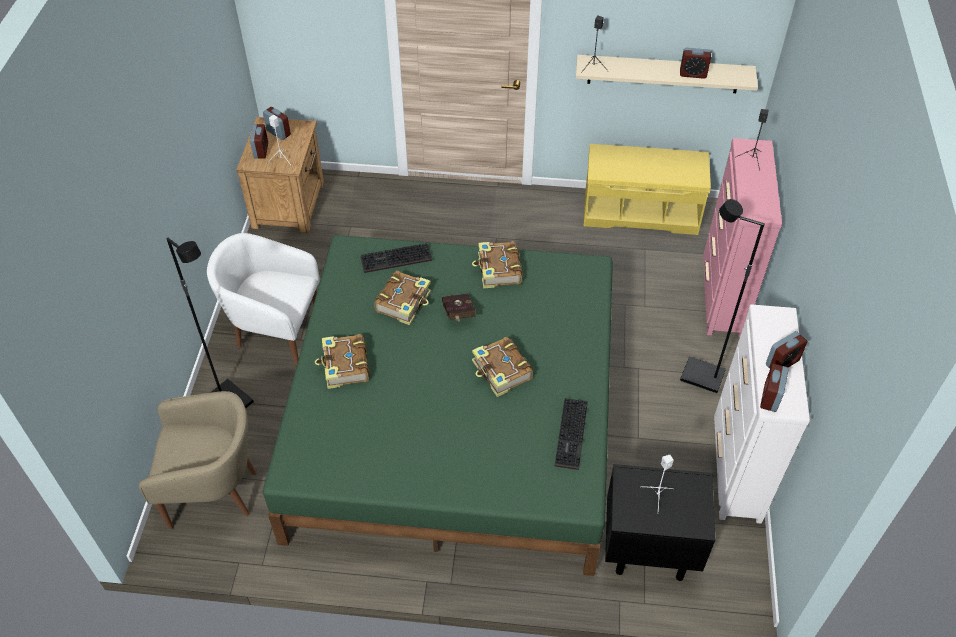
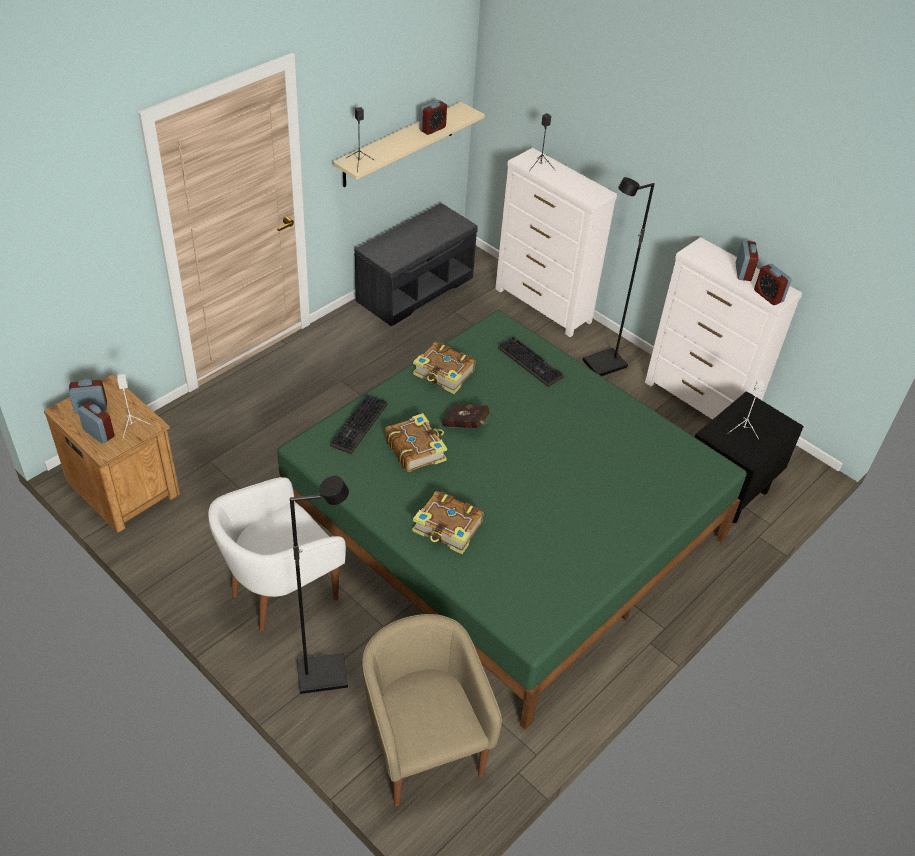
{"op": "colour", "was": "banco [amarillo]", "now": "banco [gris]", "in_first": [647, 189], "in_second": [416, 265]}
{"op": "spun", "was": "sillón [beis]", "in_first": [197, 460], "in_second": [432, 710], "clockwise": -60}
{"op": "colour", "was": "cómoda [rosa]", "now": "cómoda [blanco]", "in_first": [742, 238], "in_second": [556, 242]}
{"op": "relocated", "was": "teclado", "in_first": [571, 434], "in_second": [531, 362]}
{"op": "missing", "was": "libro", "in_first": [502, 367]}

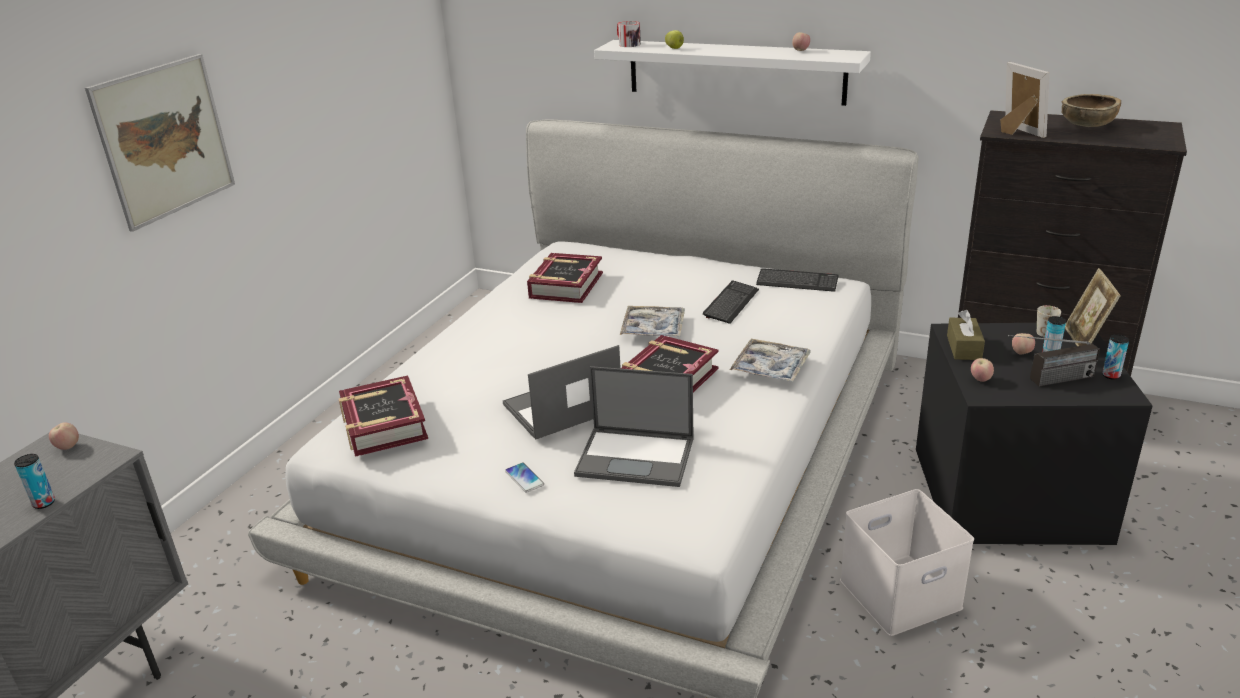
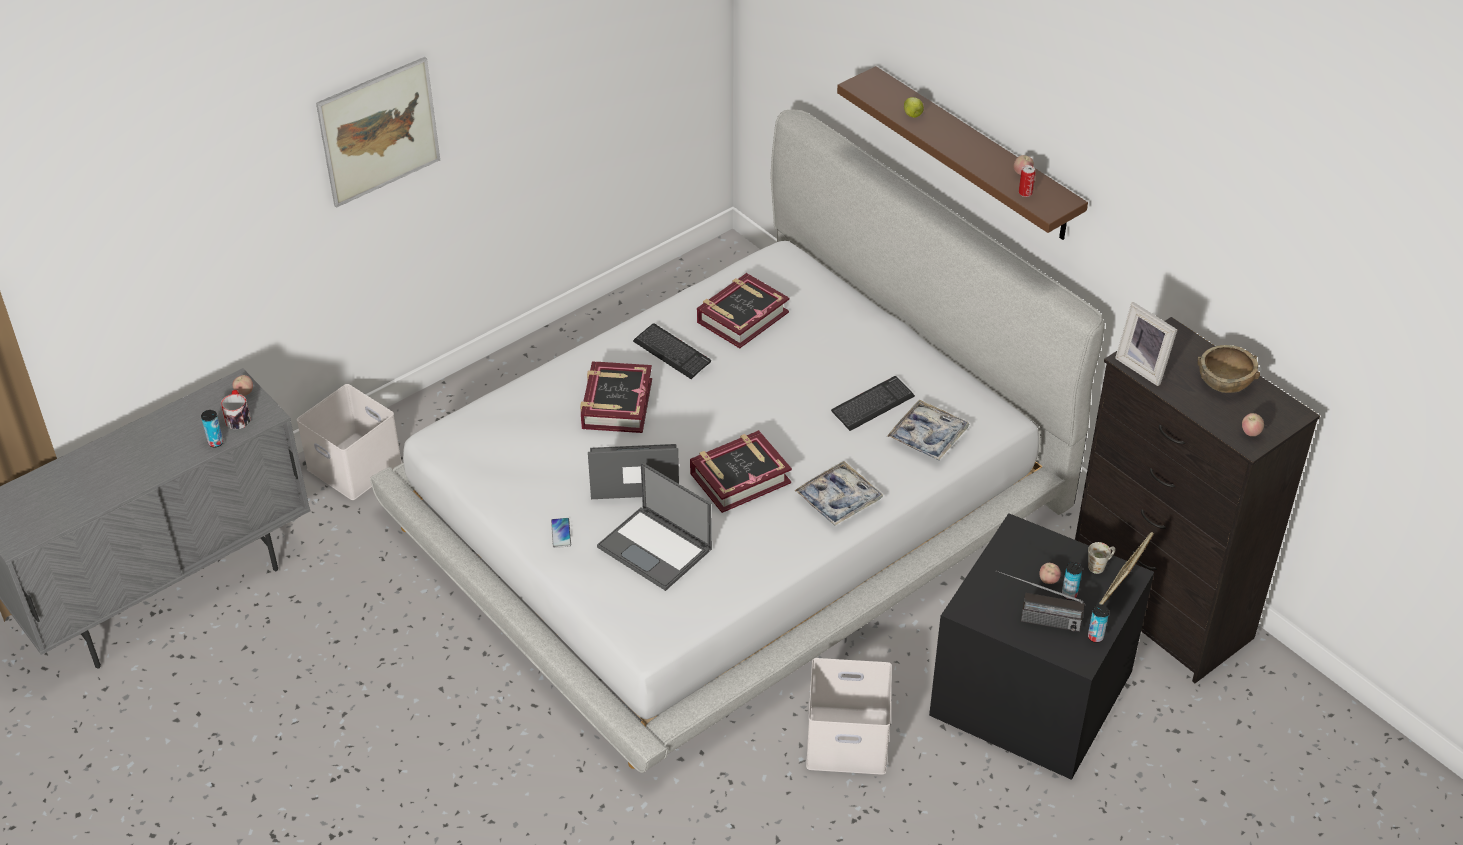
{"op": "relocated", "was": "taza grande", "in_first": [629, 34], "in_second": [236, 409]}
{"op": "appeared", "now": "caja de almacenaje [blanco]", "in_second": [349, 442]}
{"op": "relocated", "was": "libro", "in_first": [383, 416], "in_second": [616, 397]}
{"op": "relocated", "was": "teclado", "in_first": [797, 280], "in_second": [672, 351]}
{"op": "colour", "was": "estante [blanco]", "now": "estante [marrón]", "in_first": [732, 73], "in_second": [962, 153]}
{"op": "relocated", "was": "bandeja", "in_first": [652, 321], "in_second": [928, 430]}
{"op": "appeared", "now": "lata", "in_second": [1027, 181]}
{"op": "spun", "was": "portarretratos", "in_first": [1025, 100], "in_second": [1146, 344], "clockwise": 135}
{"op": "relocated", "was": "manzana", "in_first": [982, 370], "in_second": [1253, 424]}
{"op": "missing", "was": "caja de pañuelos [marrón]", "in_first": [966, 335]}

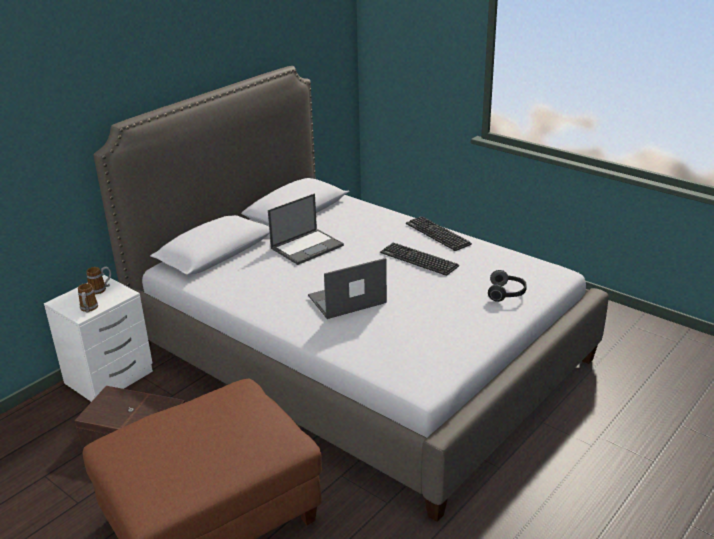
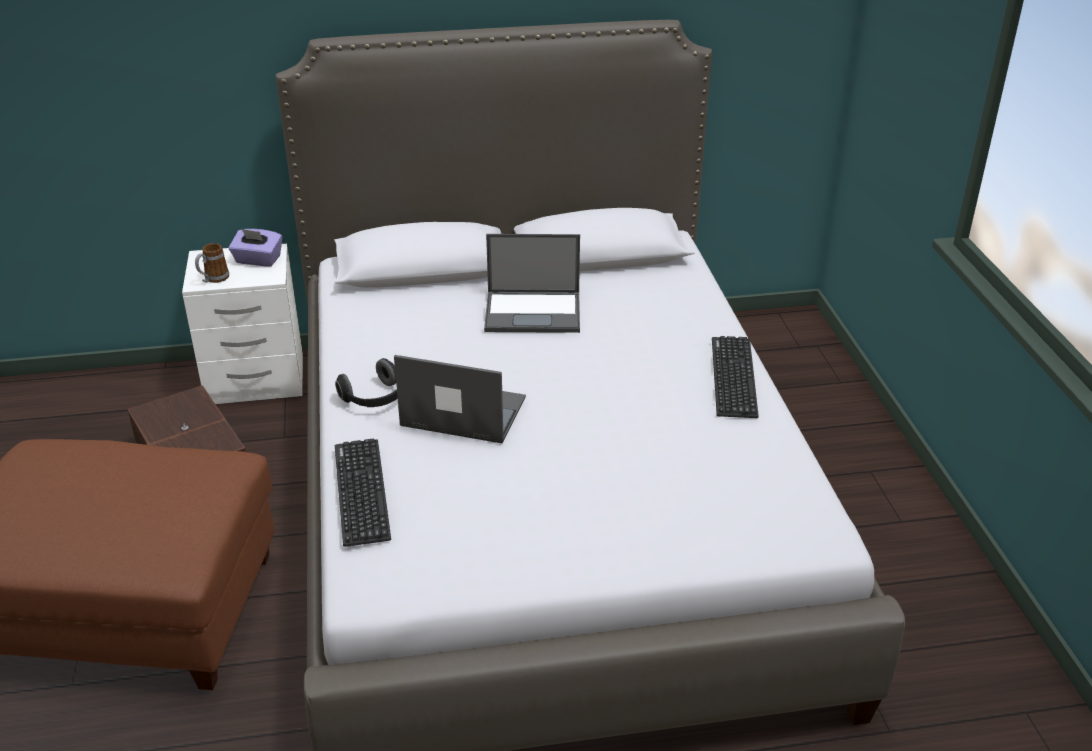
{"op": "exchanged", "was": "taza grande", "now": "caja de pañuelos [morado]", "in_first": [99, 280], "in_second": [255, 248]}
{"op": "relocated", "was": "auriculares", "in_first": [507, 286], "in_second": [366, 382]}
{"op": "relocated", "was": "teclado", "in_first": [419, 259], "in_second": [363, 493]}

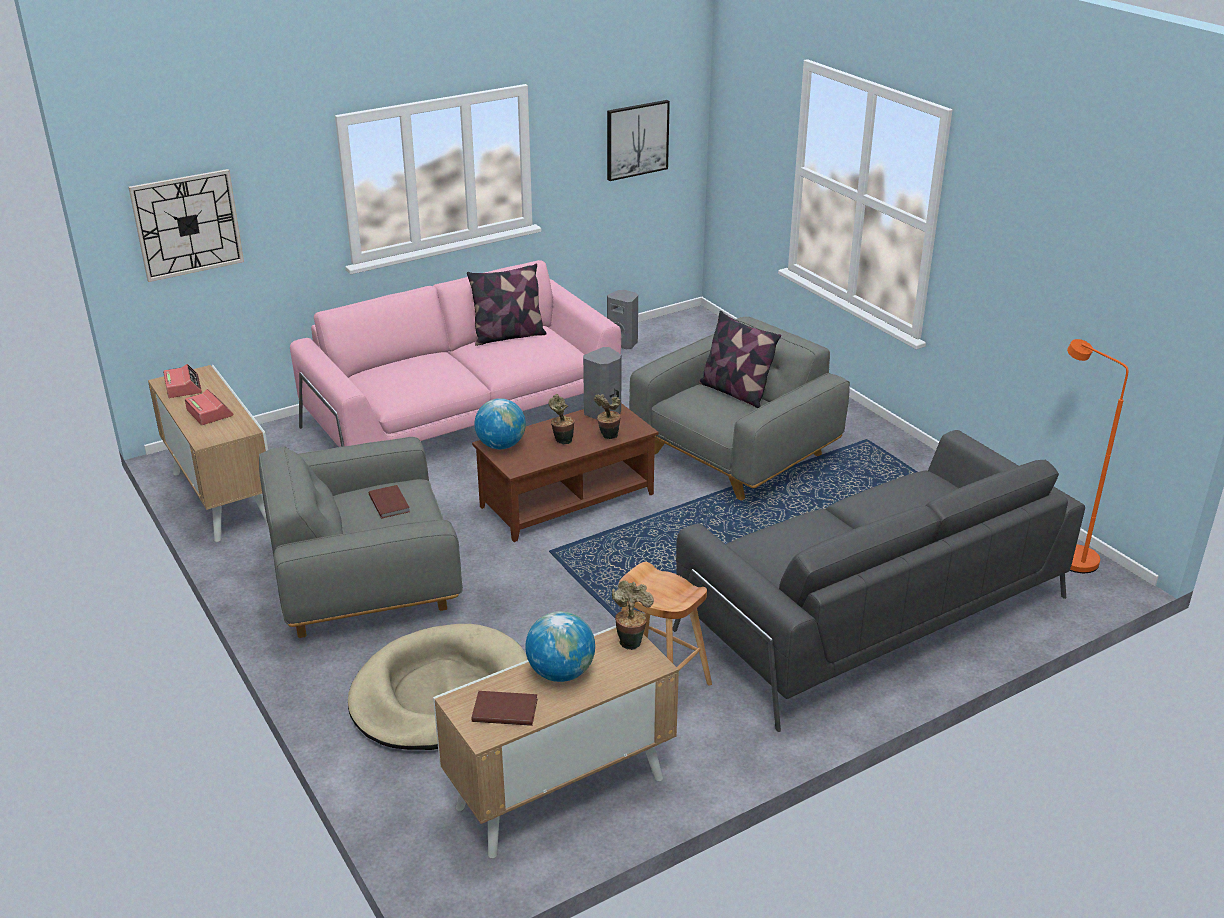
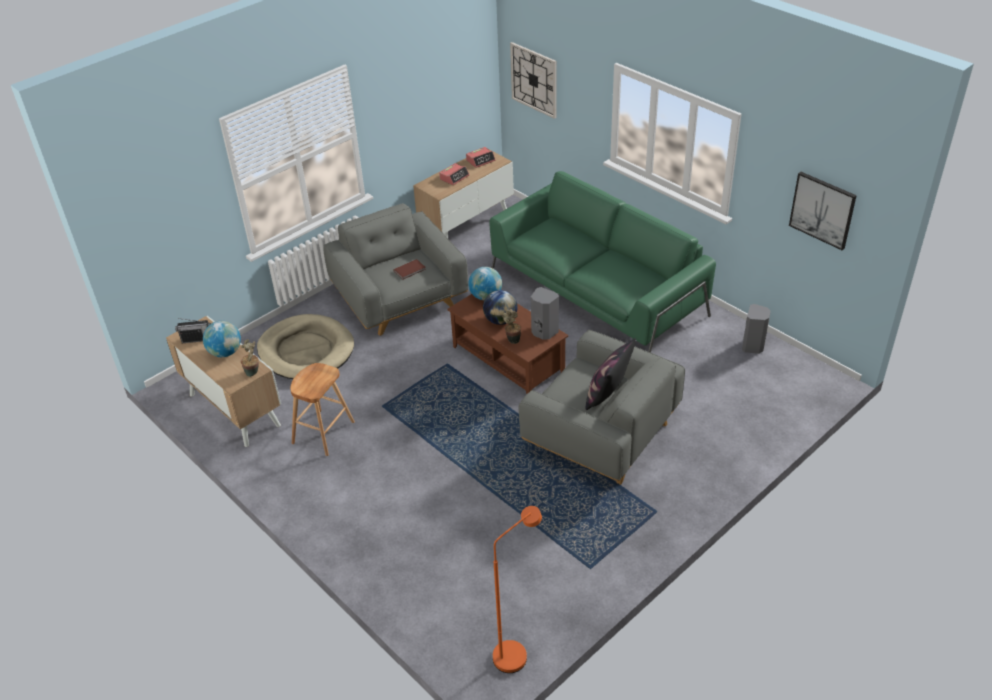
{"op": "exchanged", "was": "libro [marrón]", "now": "radio", "in_first": [505, 708], "in_second": [193, 330]}
{"op": "exchanged", "was": "planta en maceta", "now": "globo terráqueo", "in_first": [562, 419], "in_second": [500, 307]}
{"op": "colour", "was": "sofá [rosa]", "now": "sofá [verde]", "in_first": [455, 353], "in_second": [603, 262]}
{"op": "missing", "was": "cojín", "in_first": [507, 304]}
{"op": "missing", "was": "sofá [gris]", "in_first": [879, 581]}

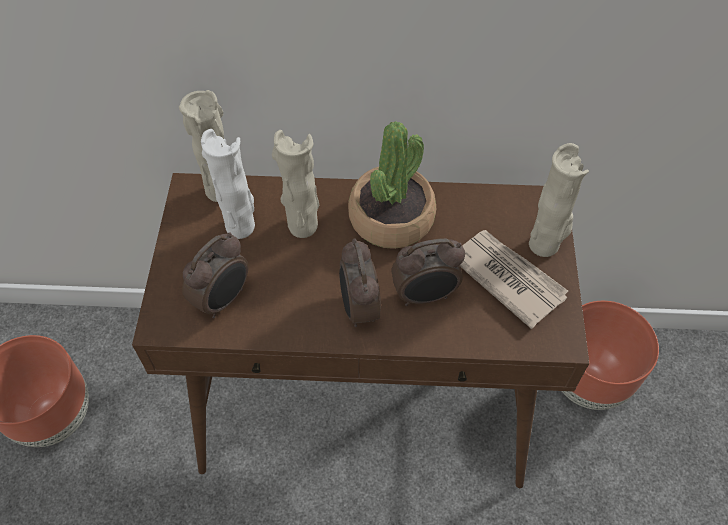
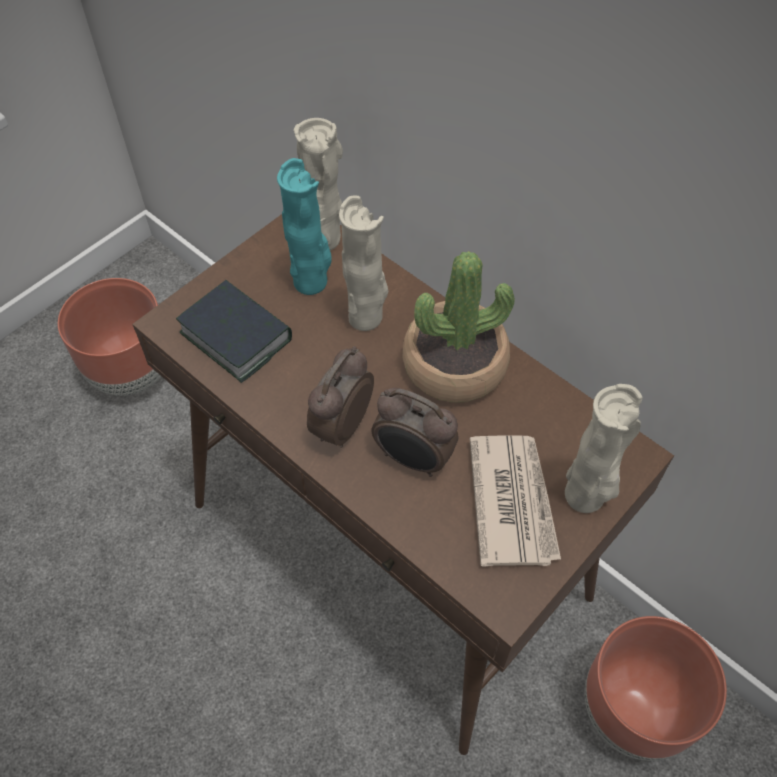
{"op": "exchanged", "was": "despertador", "now": "libro", "in_first": [215, 275], "in_second": [234, 331]}
{"op": "colour", "was": "florero [blanco]", "now": "florero [turquesa]", "in_first": [228, 184], "in_second": [304, 226]}

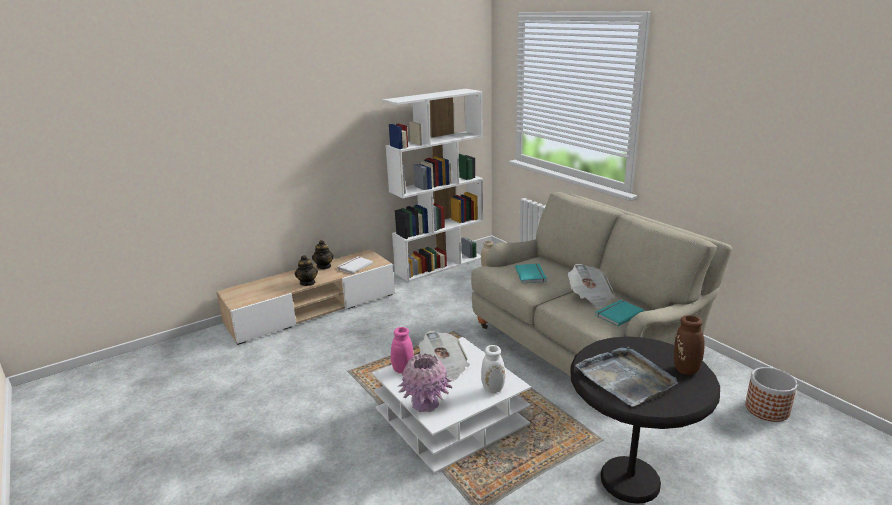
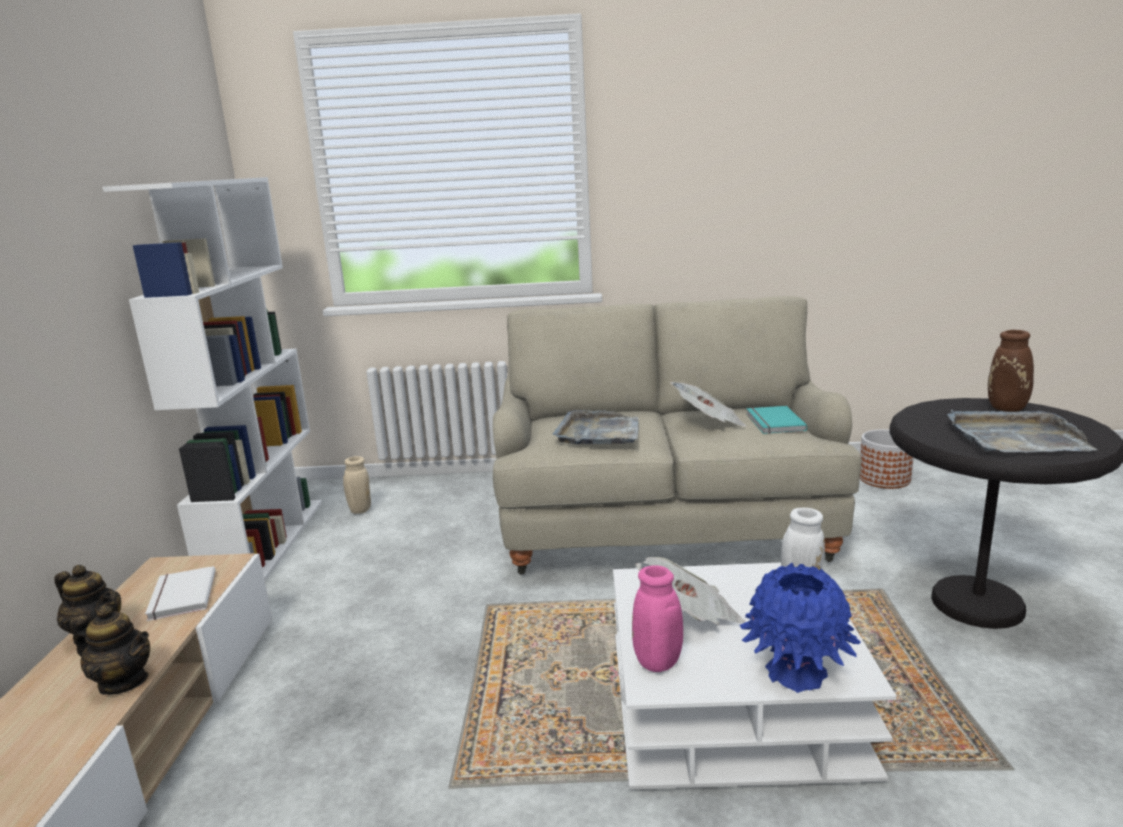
{"op": "exchanged", "was": "libro [turquesa]", "now": "bandeja [gris]", "in_first": [531, 273], "in_second": [595, 427]}
{"op": "colour", "was": "florero [rosa]", "now": "florero [azul]", "in_first": [425, 382], "in_second": [800, 628]}

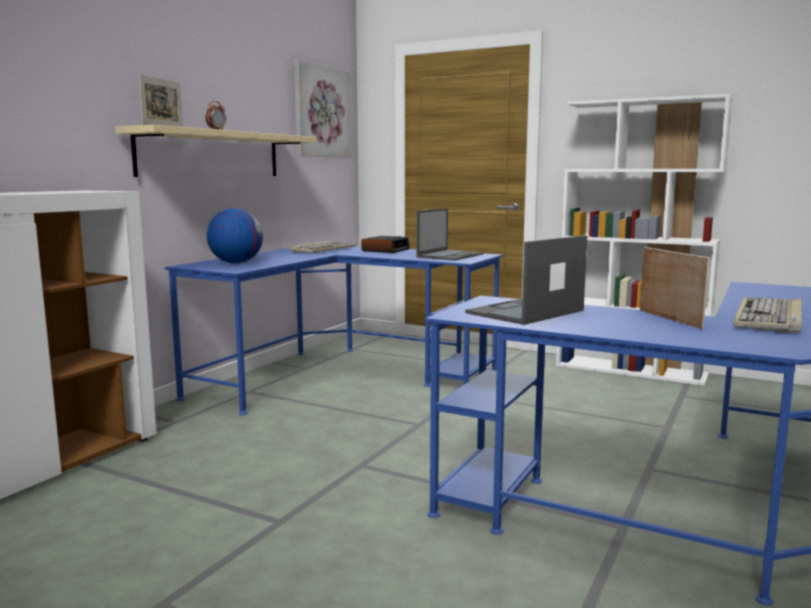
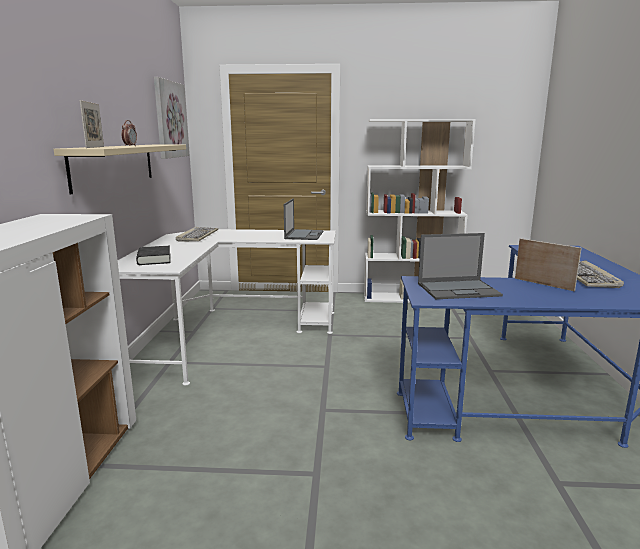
{"op": "colour", "was": "escritorio [azul]", "now": "escritorio [blanco]", "in_first": [334, 330], "in_second": [227, 307]}
{"op": "exchanged", "was": "globo terráqueo", "now": "libro [negro]", "in_first": [235, 235], "in_second": [153, 255]}
{"op": "spun", "was": "portátil", "in_first": [526, 280], "in_second": [460, 266], "clockwise": -120}
{"op": "missing", "was": "despertador", "in_first": [385, 244]}

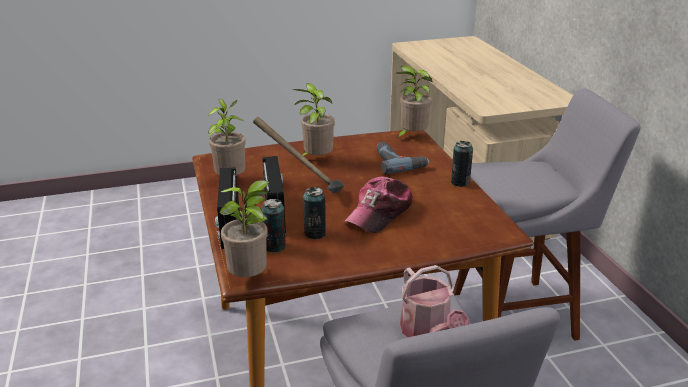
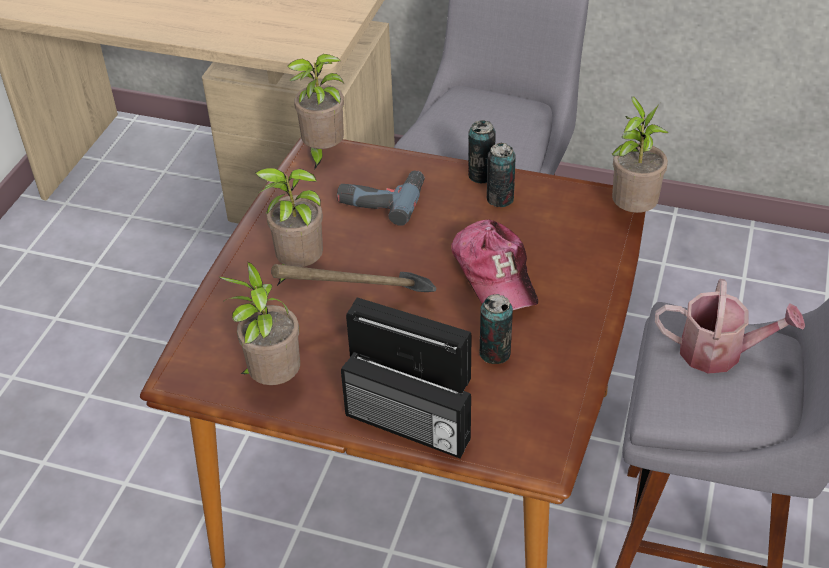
{"op": "relocated", "was": "lata", "in_first": [273, 226], "in_second": [501, 175]}
{"op": "relocated", "was": "planta en maceta", "in_first": [245, 228], "in_second": [640, 154]}

